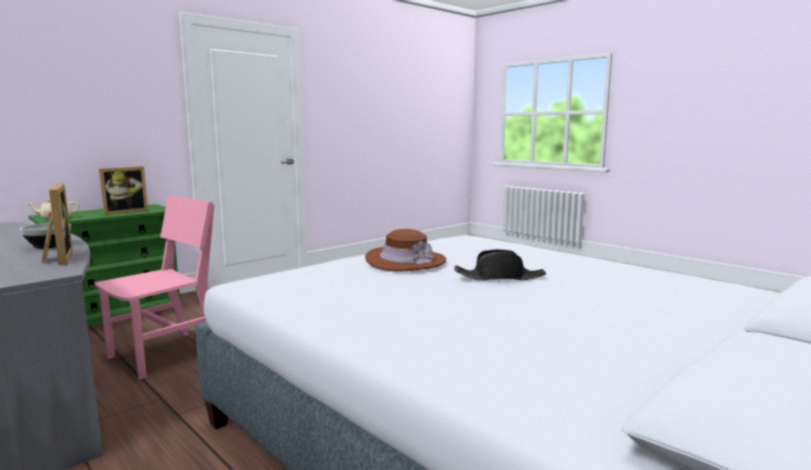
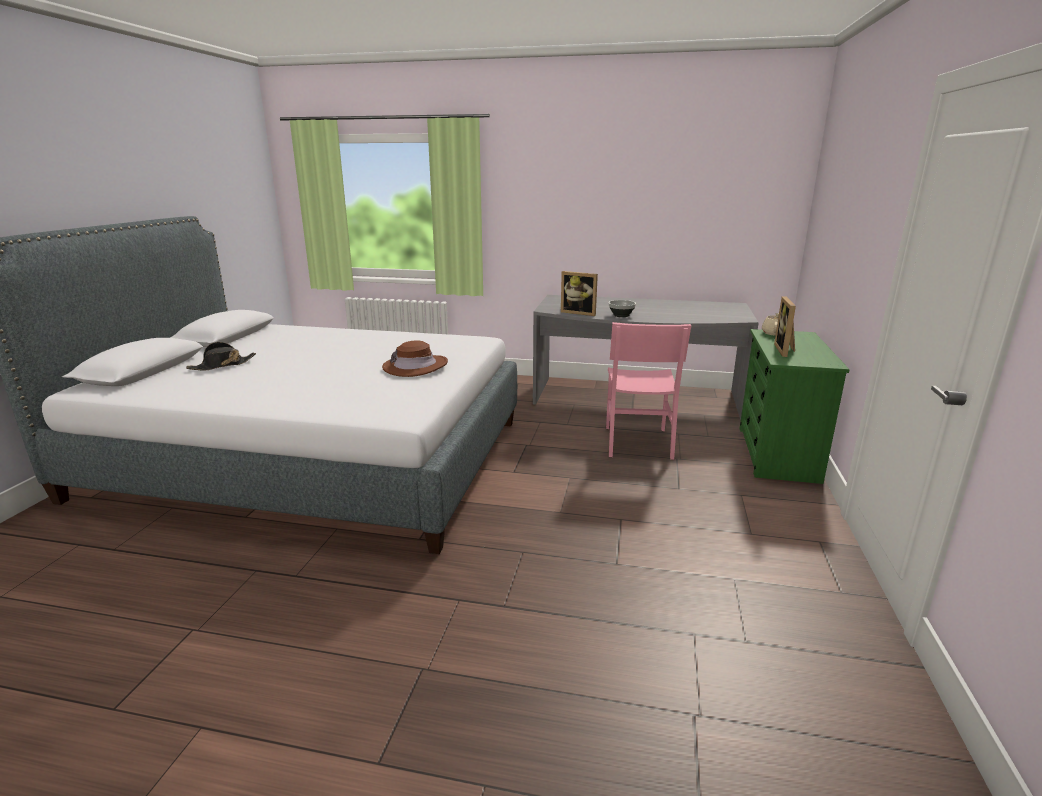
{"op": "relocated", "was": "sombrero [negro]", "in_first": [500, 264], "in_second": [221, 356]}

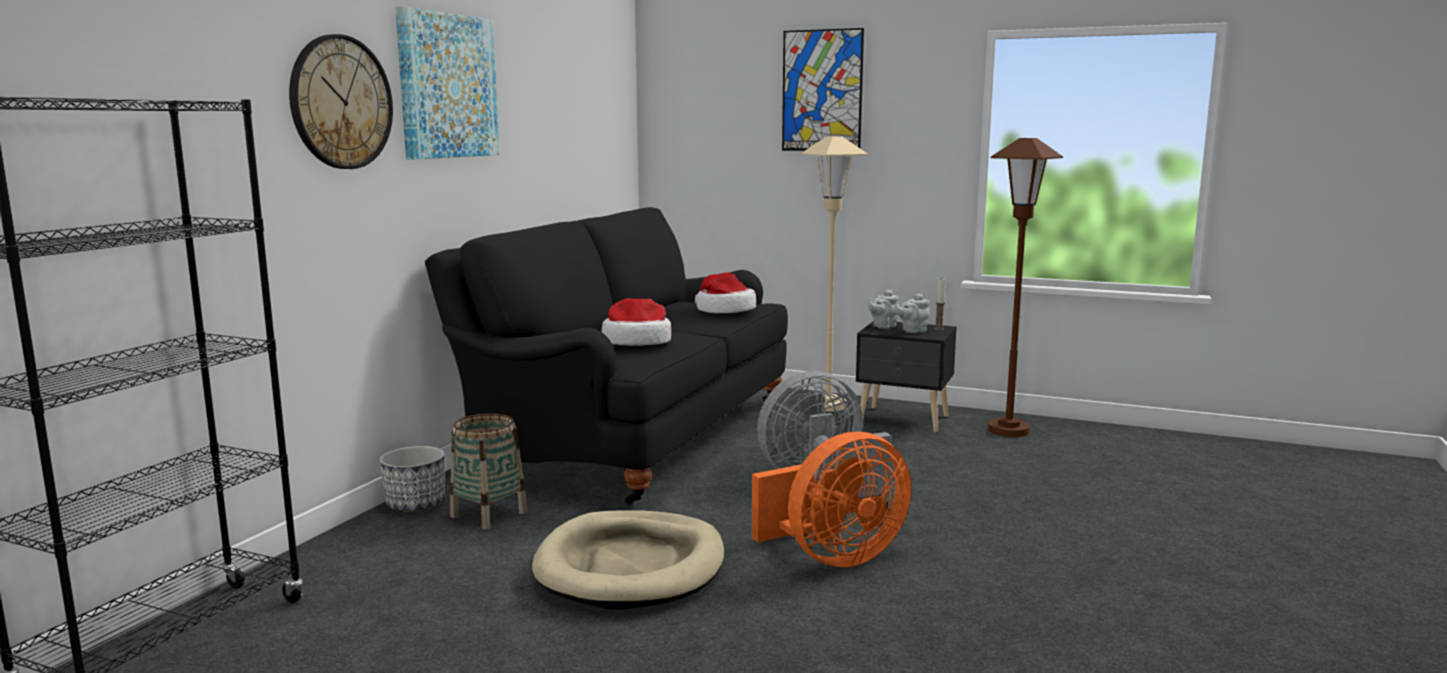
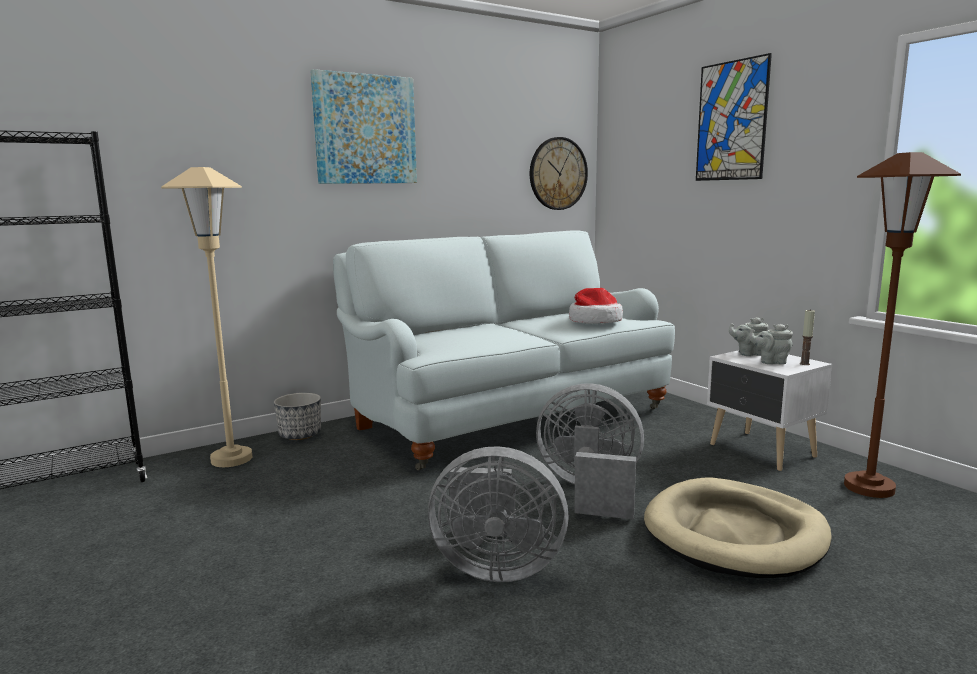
{"op": "relocated", "was": "lámpara de pie [beis]", "in_first": [834, 274], "in_second": [206, 317]}
{"op": "colour", "was": "sofá [negro]", "now": "sofá [blanco]", "in_first": [606, 356], "in_second": [504, 350]}
{"op": "colour", "was": "ventilador [naranja]", "now": "ventilador [gris]", "in_first": [831, 499], "in_second": [498, 514]}
{"op": "relocated", "was": "reloj de pared", "in_first": [341, 101], "in_second": [559, 173]}
{"op": "relocated", "was": "cama para perro [beis]", "in_first": [628, 560], "in_second": [738, 527]}
{"op": "colour", "was": "mesita de noche [negro]", "now": "mesita de noche [blanco]", "in_first": [906, 376], "in_second": [769, 410]}
{"op": "missing", "was": "cesta", "in_first": [488, 471]}
{"op": "missing", "was": "sombrero", "in_first": [636, 322]}

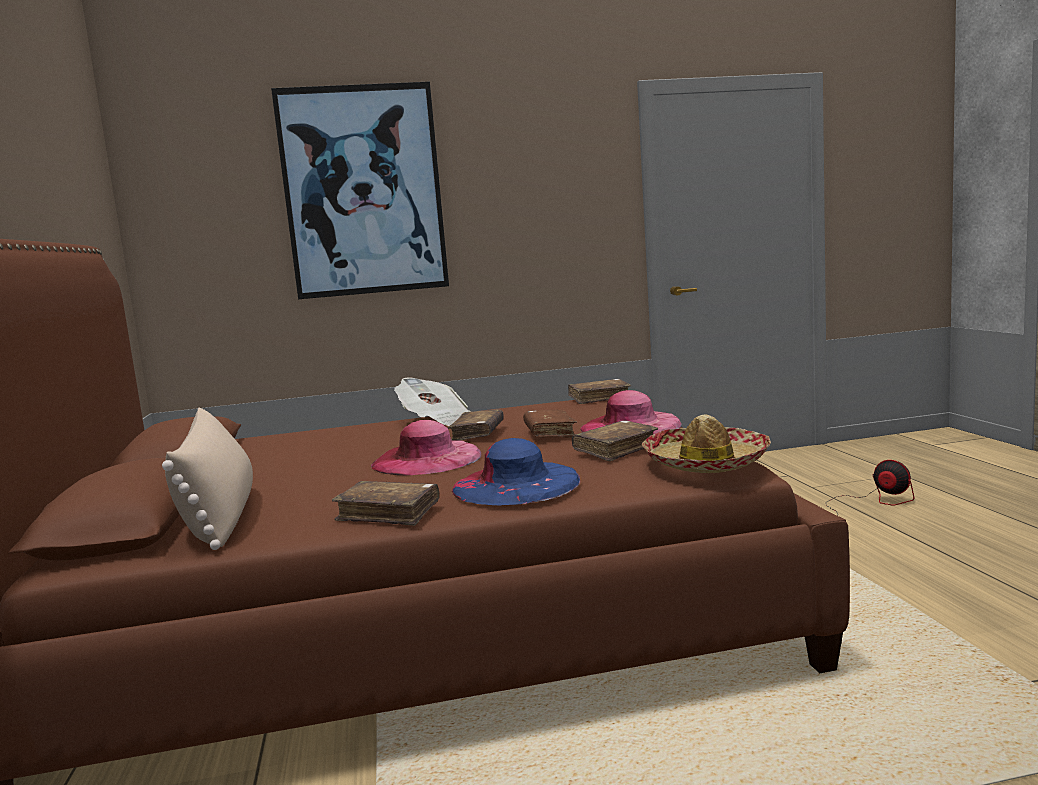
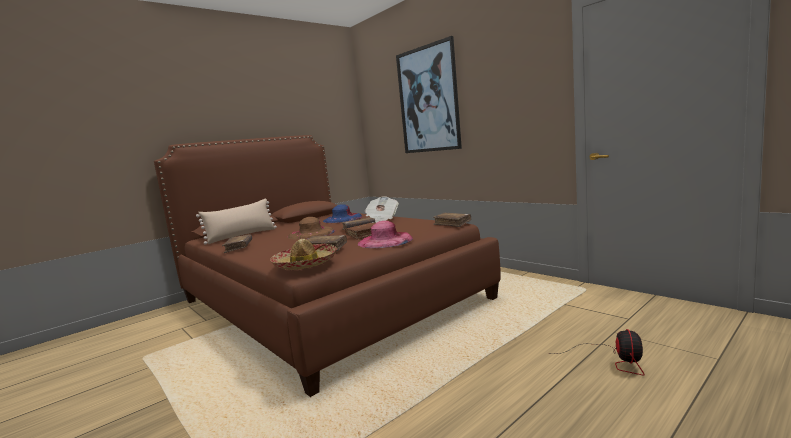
{"op": "colour", "was": "sombrero [rosa]", "now": "sombrero [marrón]", "in_first": [426, 447], "in_second": [311, 228]}
{"op": "relocated", "was": "sombrero [azul]", "in_first": [516, 471], "in_second": [342, 213]}

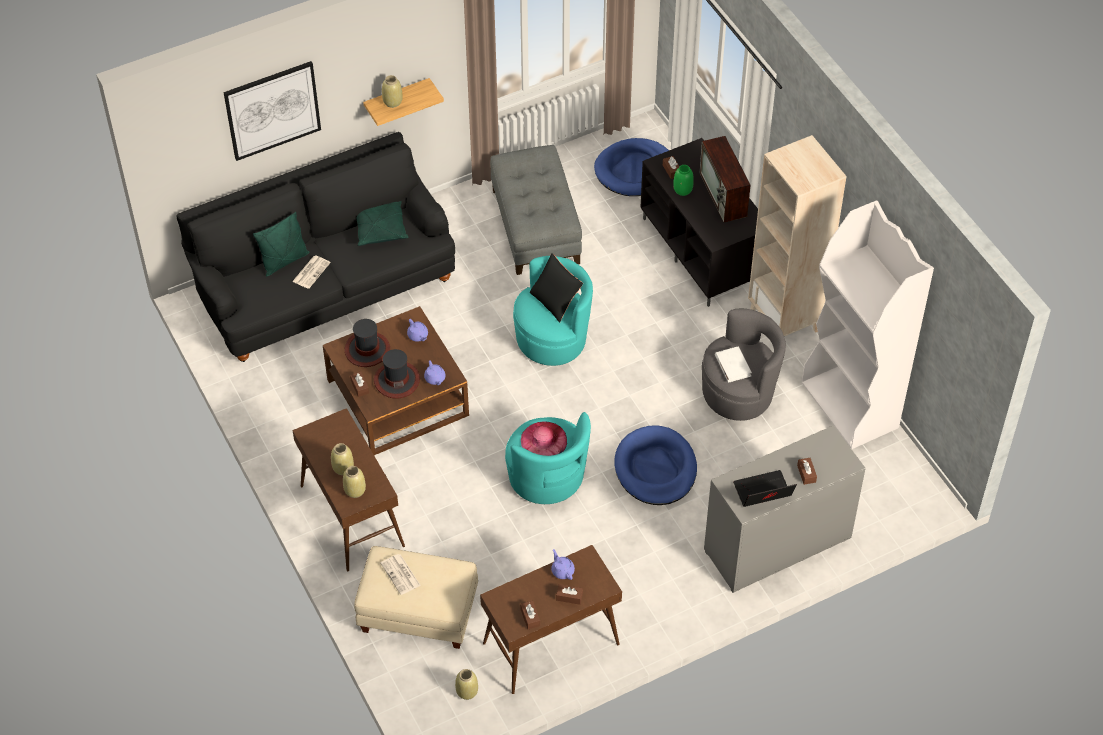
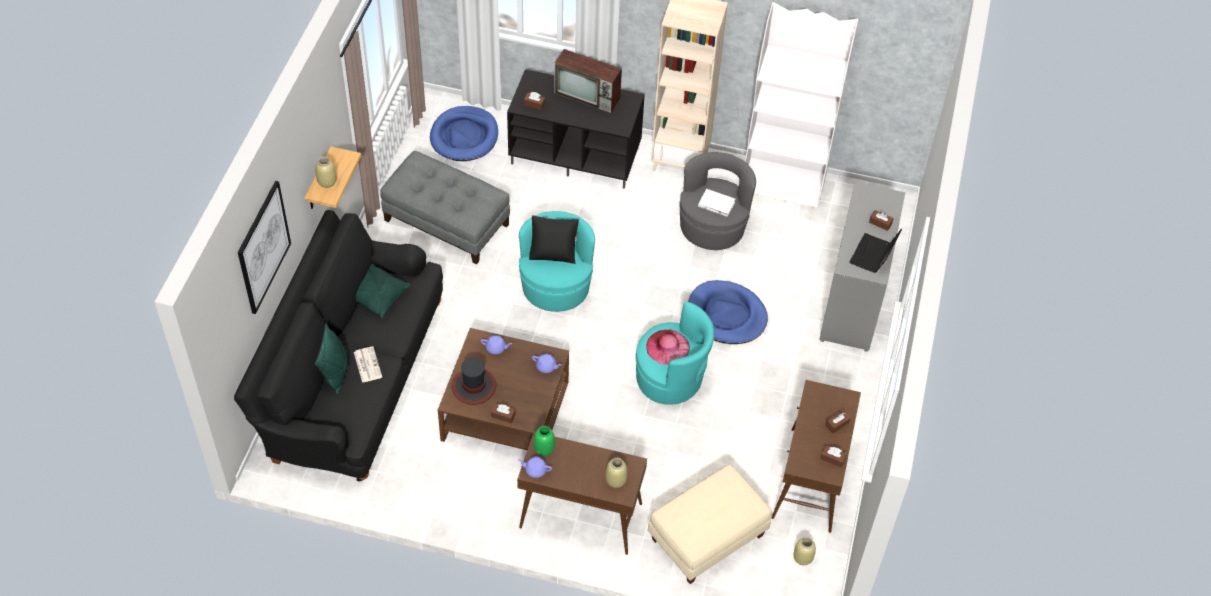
{"op": "relocated", "was": "tetera [morado]", "in_first": [563, 564], "in_second": [535, 467]}
{"op": "relocated", "was": "florero [verde]", "in_first": [683, 180], "in_second": [544, 441]}
{"op": "missing", "was": "florero [beis]", "in_first": [342, 459]}
{"op": "missing", "was": "sombrero", "in_first": [397, 374]}
{"op": "missing", "was": "periódico", "in_first": [401, 574]}

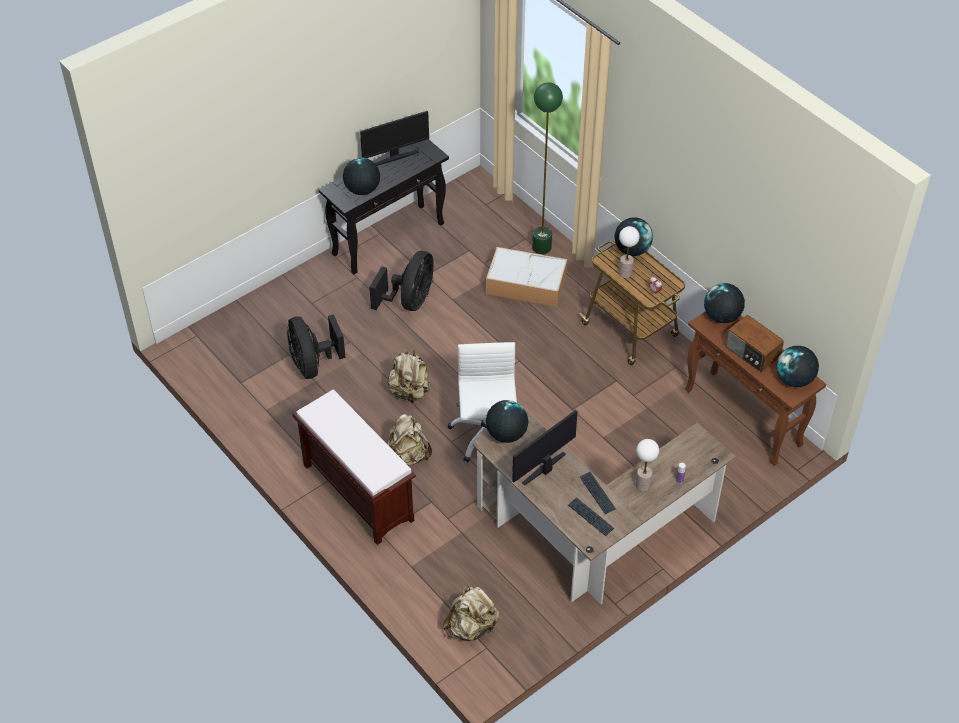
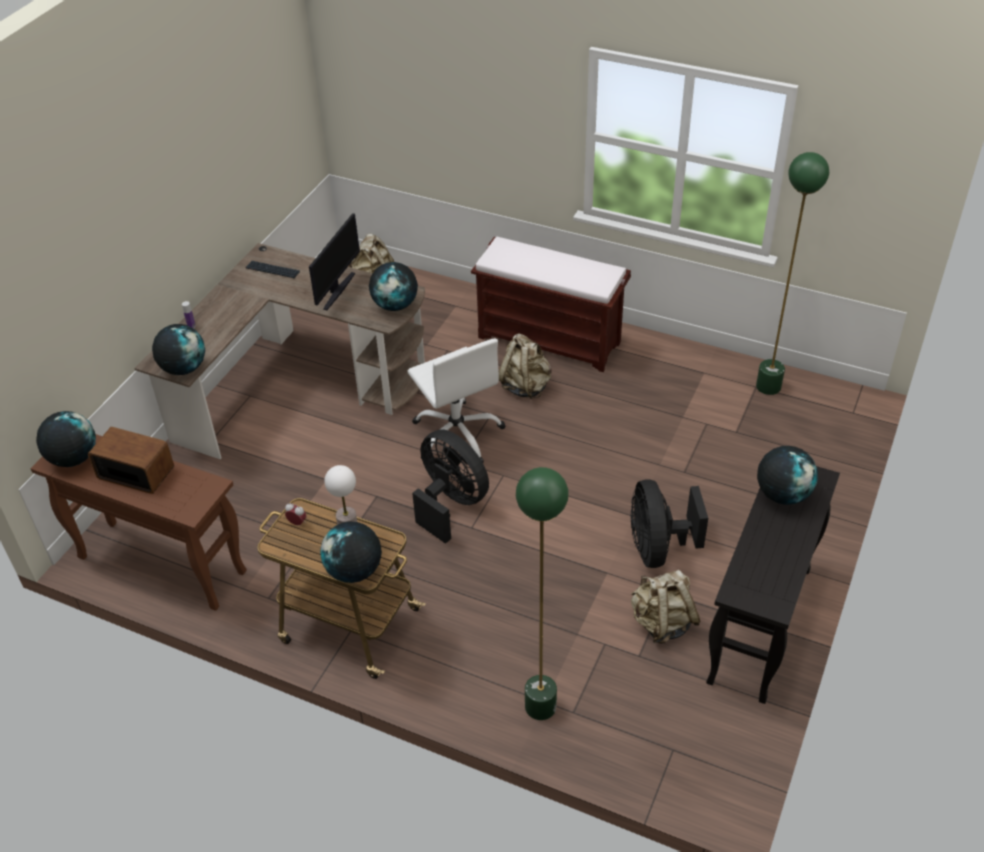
{"op": "relocated", "was": "globo terráqueo", "in_first": [724, 303], "in_second": [178, 349]}
{"op": "relocated", "was": "ventilador [negro]", "in_first": [316, 346], "in_second": [450, 486]}
{"op": "relocated", "was": "mochila [beis]", "in_first": [409, 376], "in_second": [666, 607]}
{"op": "appeared", "now": "lámpara de pie [verde]", "in_second": [792, 273]}
{"op": "missing", "was": "monitor", "in_first": [394, 138]}
{"op": "missing", "was": "caja de almacenaje", "in_first": [526, 277]}
{"op": "missing", "was": "teclado", "in_first": [598, 493]}
{"op": "missing", "was": "lámpara de mesa", "in_first": [647, 465]}

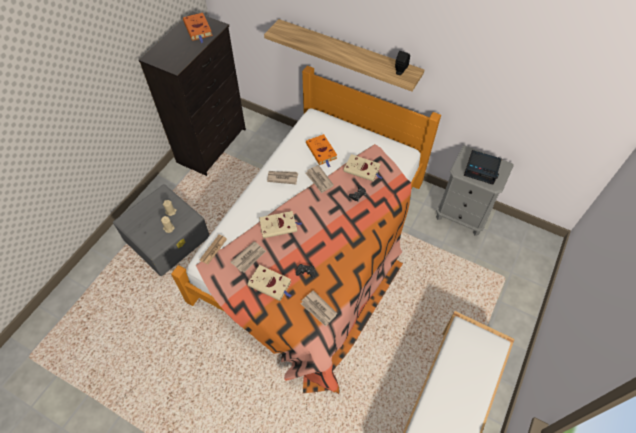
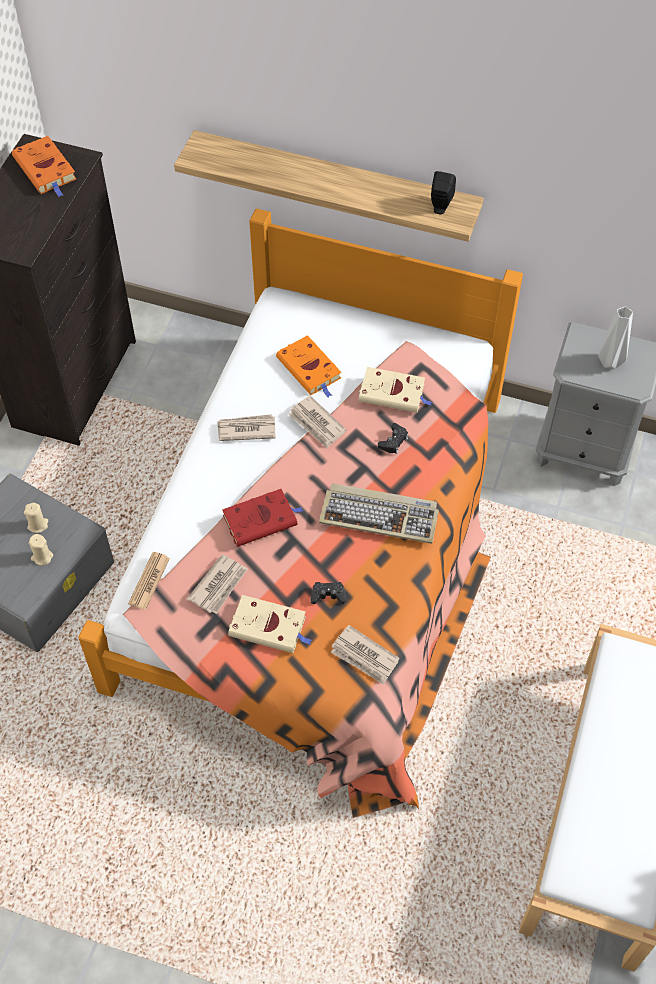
{"op": "colour", "was": "libro [beis]", "now": "libro [rojo]", "in_first": [280, 224], "in_second": [263, 518]}
{"op": "appeared", "now": "teclado", "in_second": [379, 513]}
{"op": "exchanged", "was": "despertador", "now": "florero [gris]", "in_first": [483, 167], "in_second": [615, 337]}

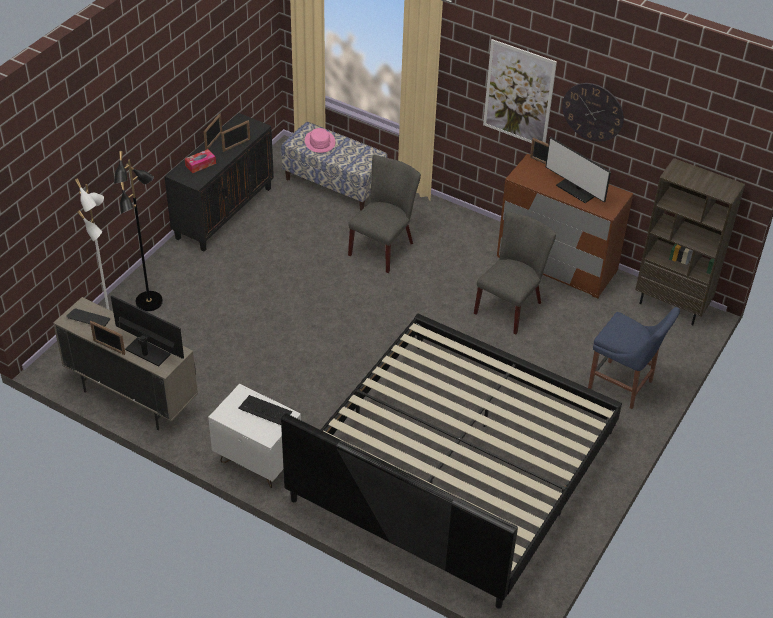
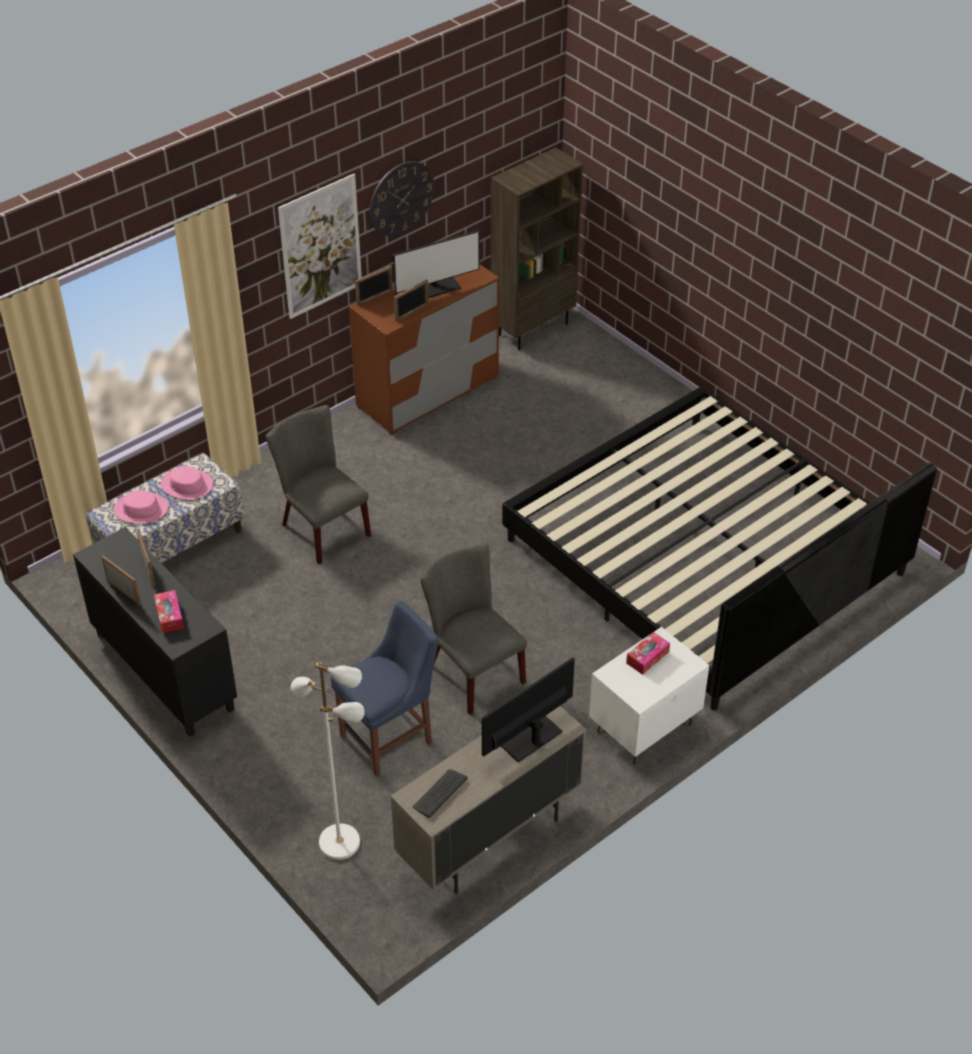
{"op": "appeared", "now": "sombrero [rosa]", "in_second": [187, 483]}
{"op": "relocated", "was": "silla [azul]", "in_first": [634, 358], "in_second": [385, 689]}
{"op": "relocated", "was": "portarretratos", "in_first": [107, 338], "in_second": [411, 300]}
{"op": "relocated", "was": "silla [gris]", "in_first": [515, 272], "in_second": [473, 629]}
{"op": "exchanged", "was": "teclado", "now": "caja de pañuelos", "in_first": [265, 410], "in_second": [648, 653]}
{"op": "missing", "was": "lámpara de pie [negro]", "in_first": [138, 231]}

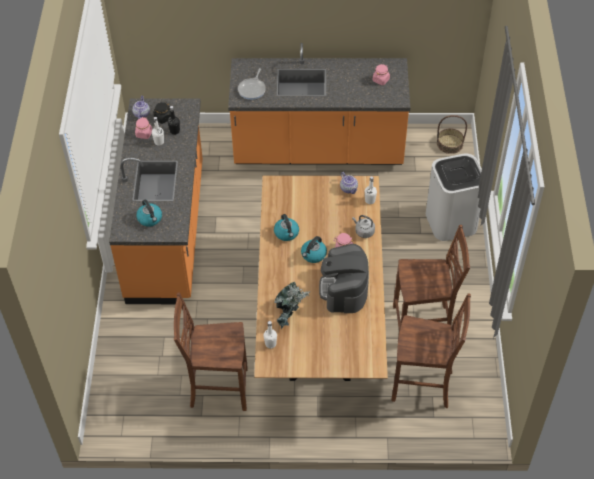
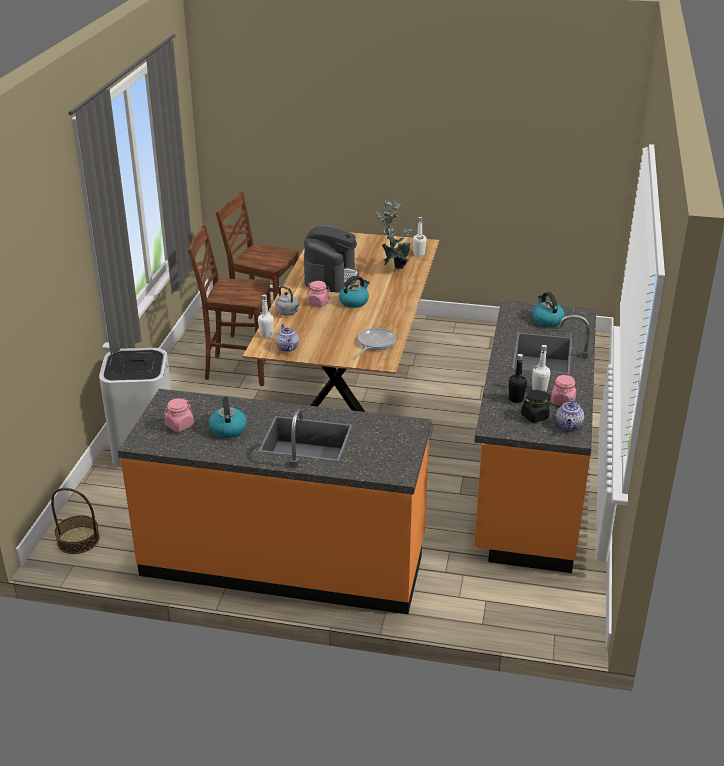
{"op": "relocated", "was": "hervidor", "in_first": [286, 227], "in_second": [228, 417]}
{"op": "relocated", "was": "sartén", "in_first": [252, 84], "in_second": [377, 341]}
{"op": "missing", "was": "silla [marrón]", "in_first": [211, 351]}

